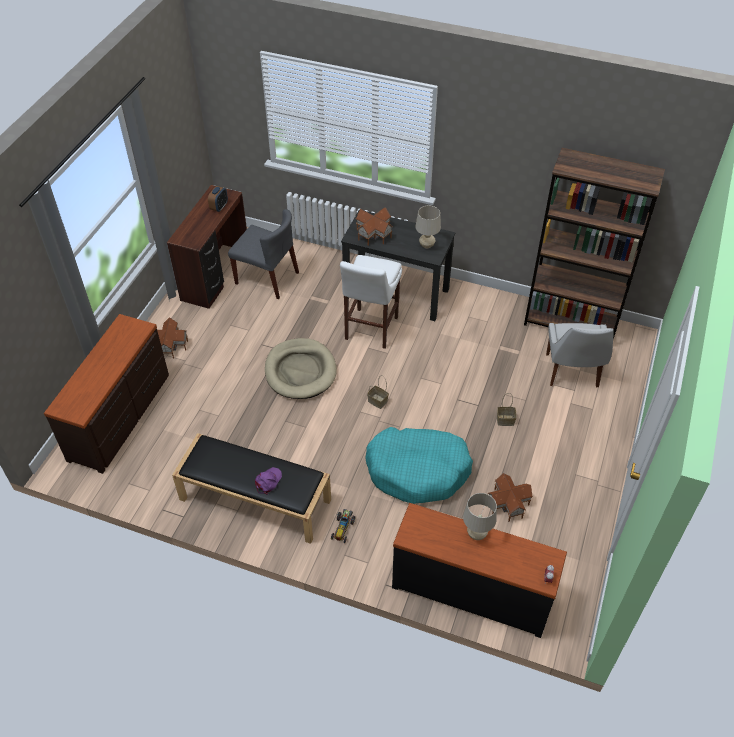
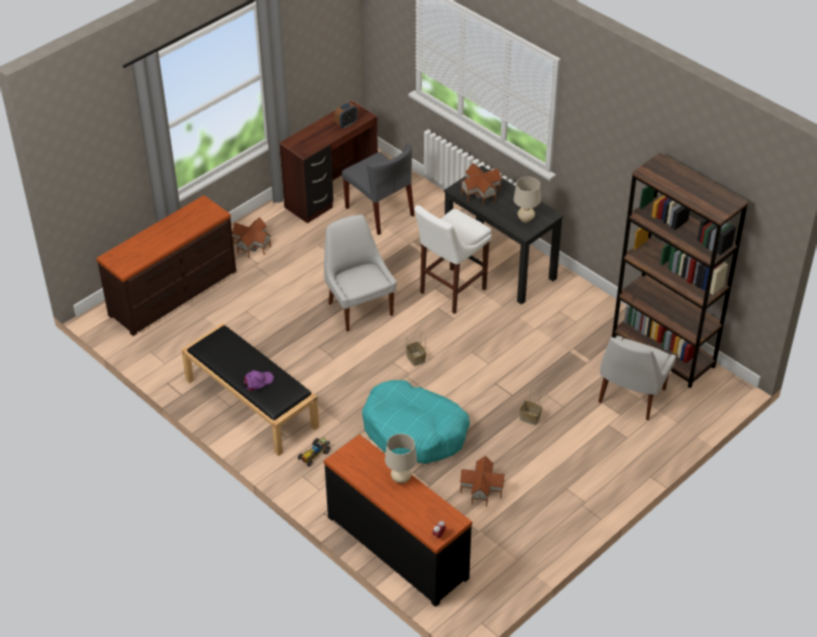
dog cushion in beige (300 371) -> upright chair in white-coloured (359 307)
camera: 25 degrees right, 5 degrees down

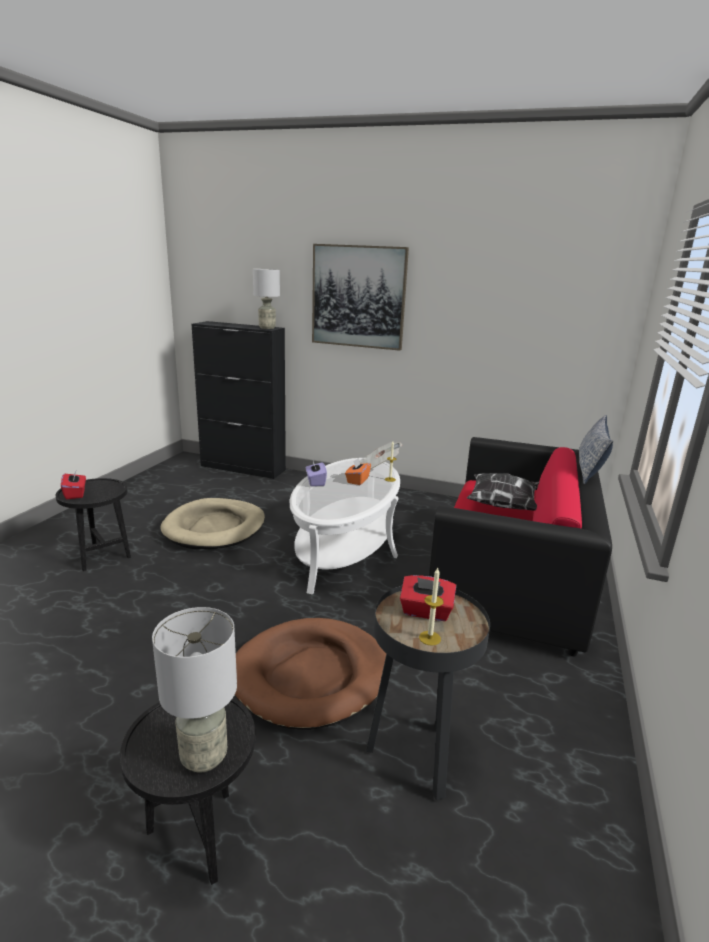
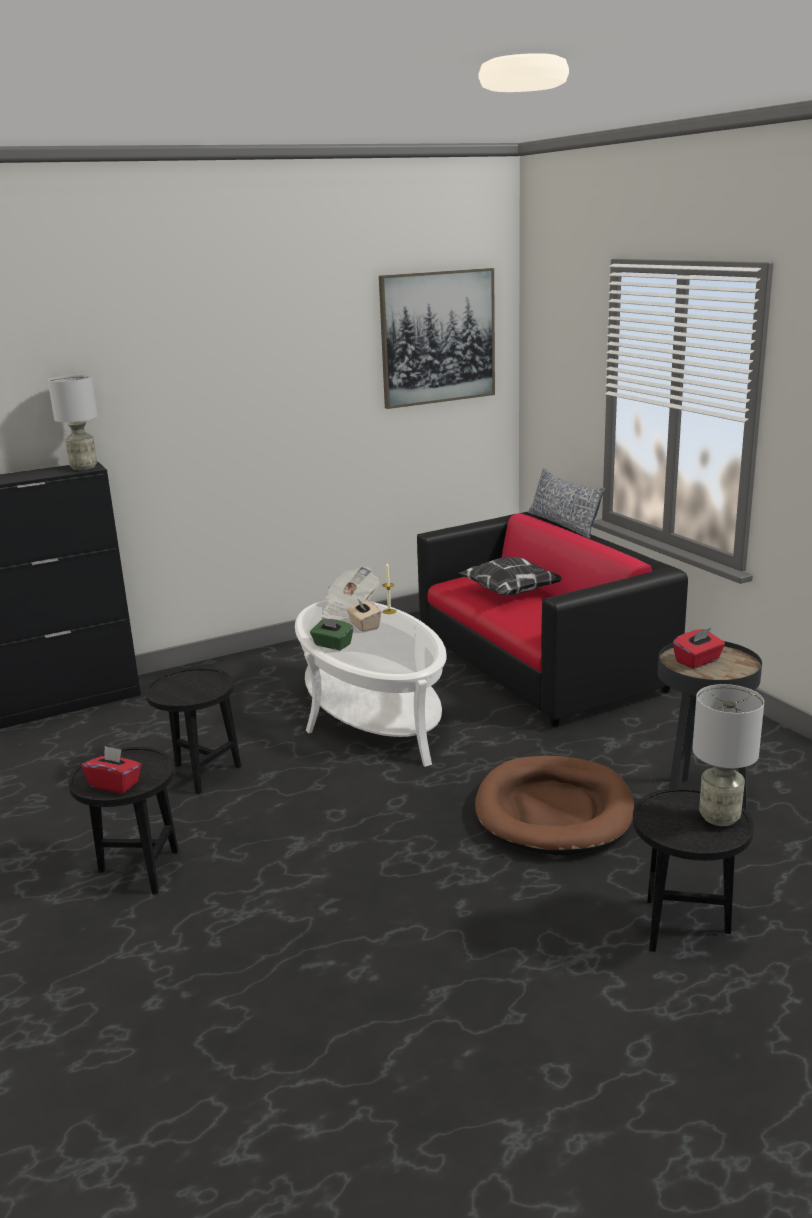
dog cushion in beige (215 528) -> accent table in black-coloured (201 773)
tissue holder in purple-coloured (315 482) -> tissue holder in green-coloured (332 645)
wall picture (358 297) -> wall picture (437 337), move
tissue holder in orange-coloured (357 480) -> tissue holder in beige (364 626)
candle (429 638) -> none
camera: 45 degrees left, 0 degrees up

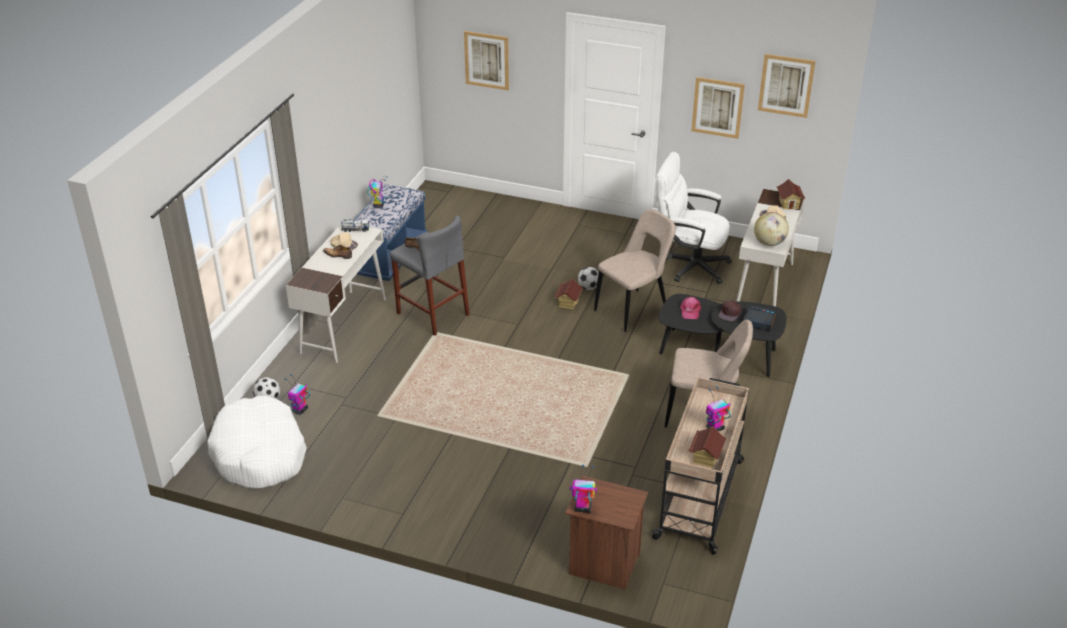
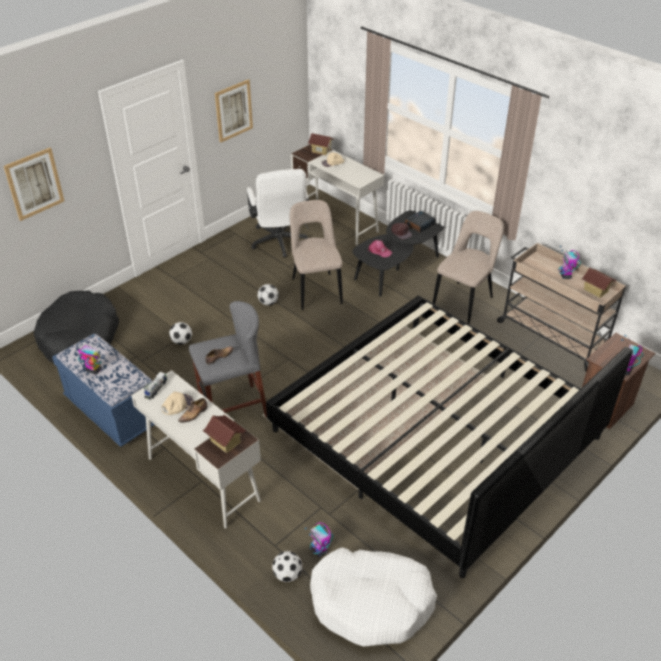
toy house (568 303) -> toy house (225 442), move
computer chair in white-coloured (688 265) -> computer chair in white-coloured (279 243), 60 degrees counterclockwise
globe (769 243) -> none
wall picture (786 85) -> none
none -> dog cushion in black-coloured (79 337)
none -> ball for football (182 341)
none -> bedroom bed (436 434)
camera: 65 degrees left, 5 degrees up

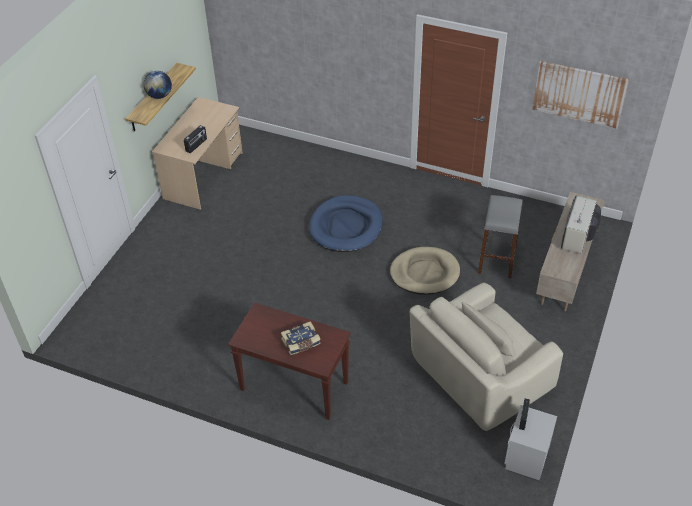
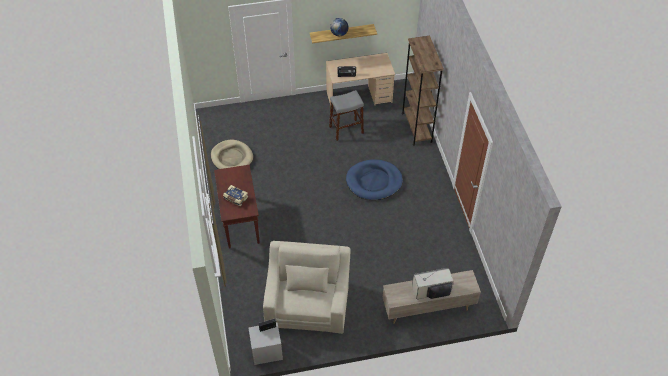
dog cushion in beige (424 273) -> dog cushion in beige (232 158), move
armchair in beige (479 376) -> armchair in beige (308 302), 75 degrees clockwise
stool seat in grey (497 259) -> stool seat in grey (346 130), move
wall picture (579 94) -> none
none -> bookshelf in brownish (417 127)
camera: 55 degrees right, 5 degrees up

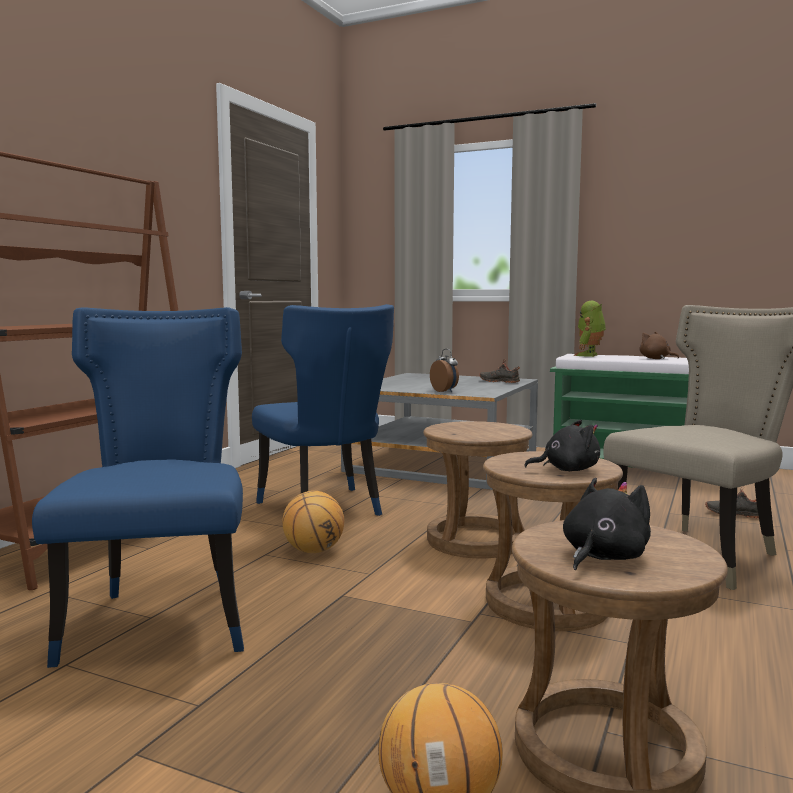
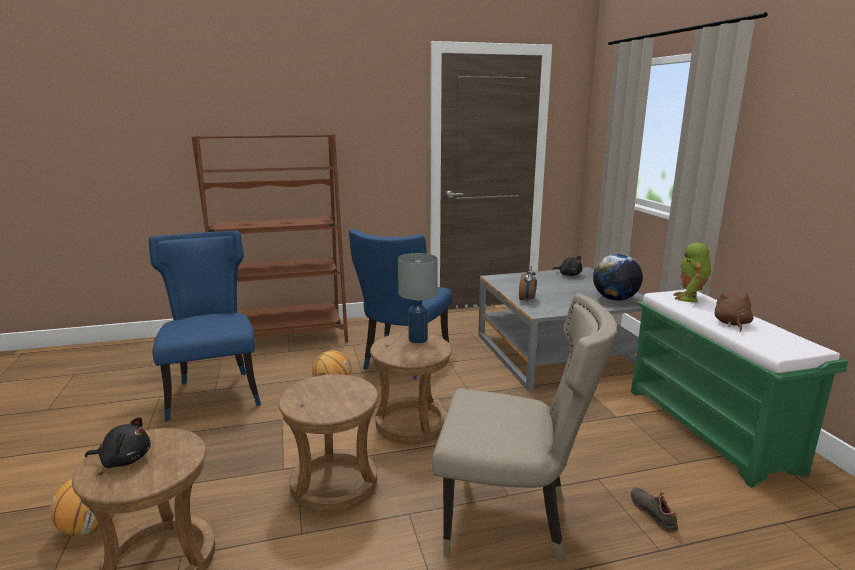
upright chair in blue-coloured (162 619) -> upright chair in blue-coloured (214 393), 60 degrees counterclockwise
low shoe in black-coloured (499 381) -> globe (615 299)
soft toy in black-coloured (567 470) -> soft toy in black-coloured (568 275), move
robot figure (589 355) -> robot figure (690 298), 60 degrees counterclockwise
none -> table lamp in grey (418 339)
camera: 50 degrees right, 10 degrees up

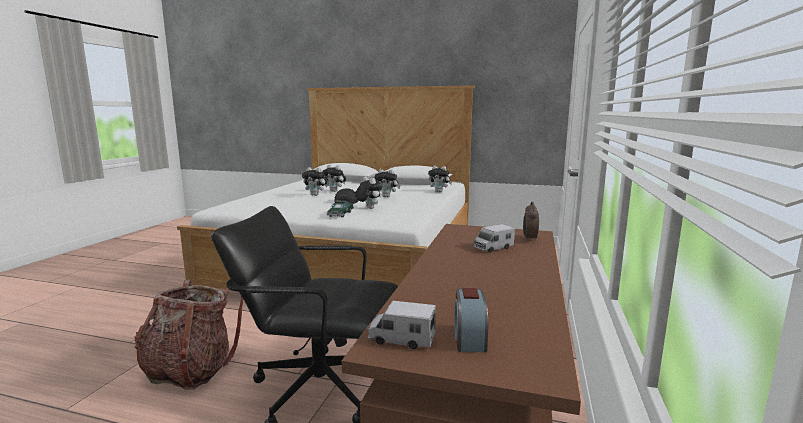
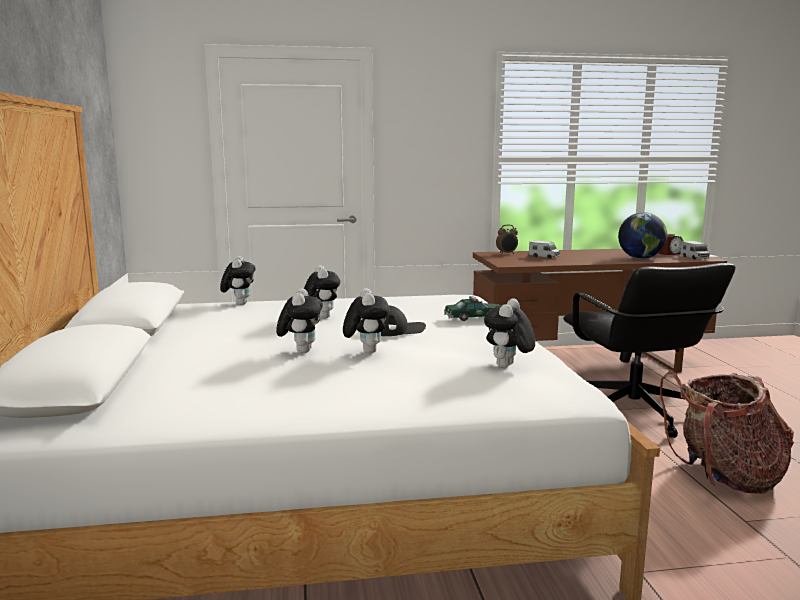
soft toy (368 208) -> soft toy (508 367), move
none -> globe (640 258)
camera: 115 degrees left, 0 degrees up

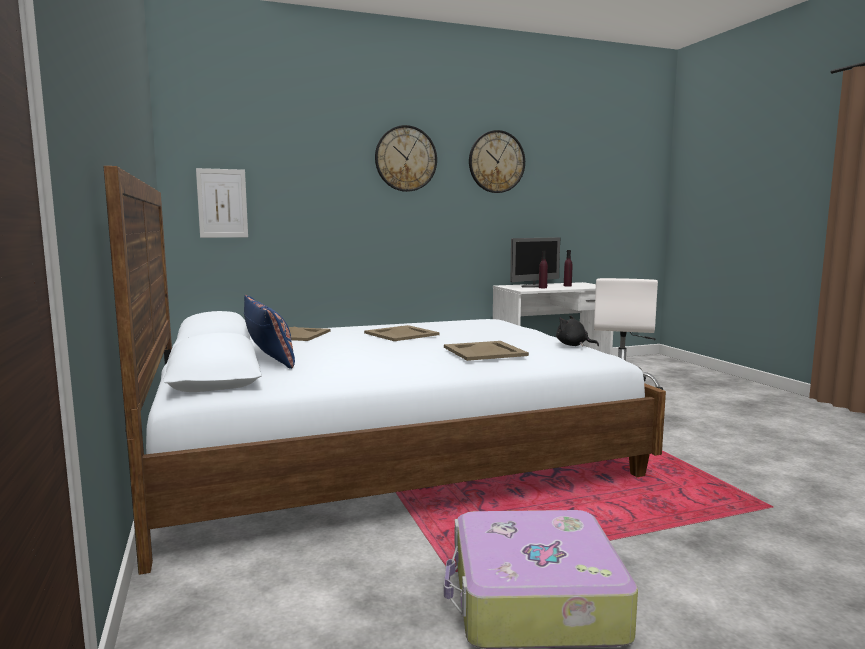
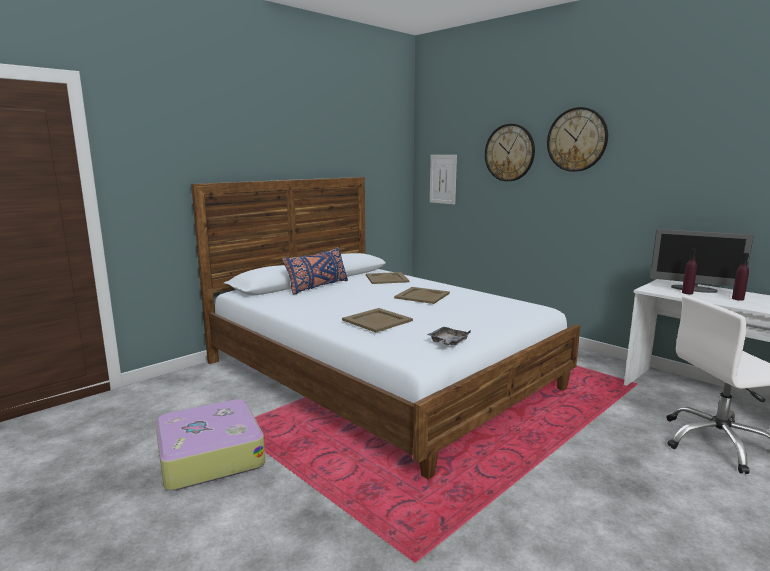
clock on the wall (496 162) -> clock on the wall (509 152), move
soft toy in black-coloured (573 345) -> serving tray in grey (448 342)
camera: 65 degrees right, 5 degrees up

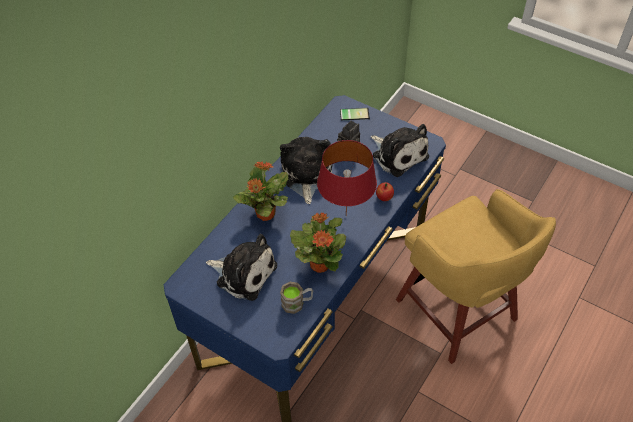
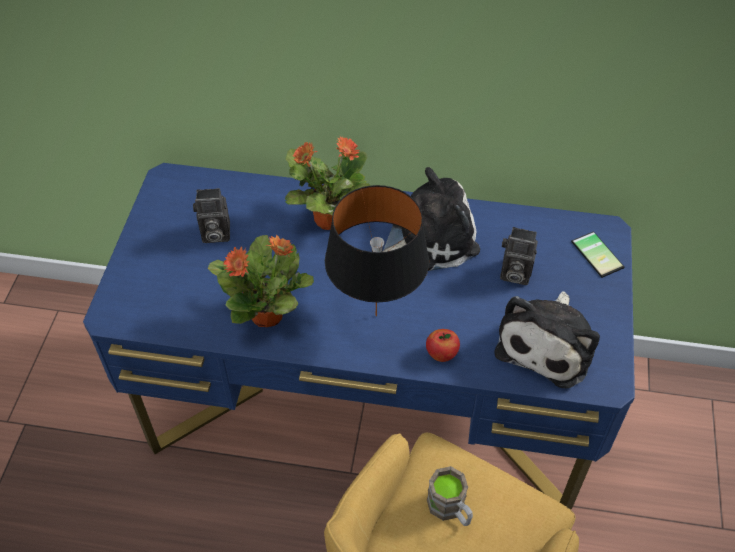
soft toy (243 273) -> still camera (214 234)
tea mug in brownish (297 303) -> tea mug in brownish (450 509), move
table lamp in reddish (345 215) -> table lamp in black-coloured (377 314)
camera: 65 degrees right, 0 degrees up

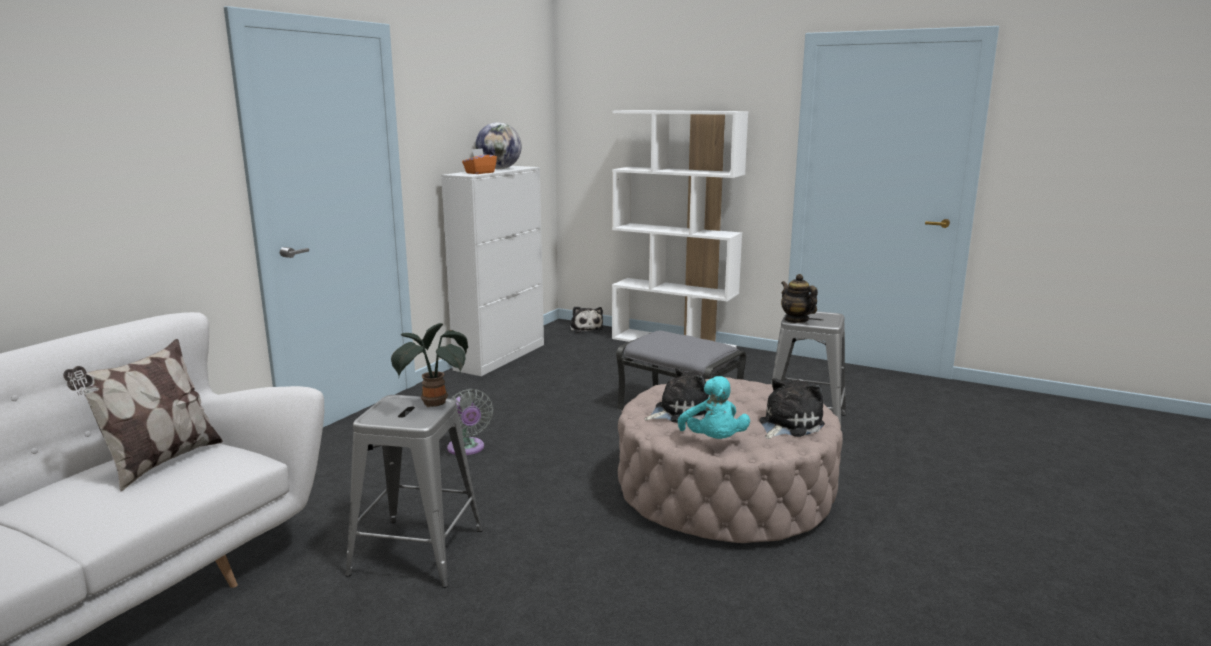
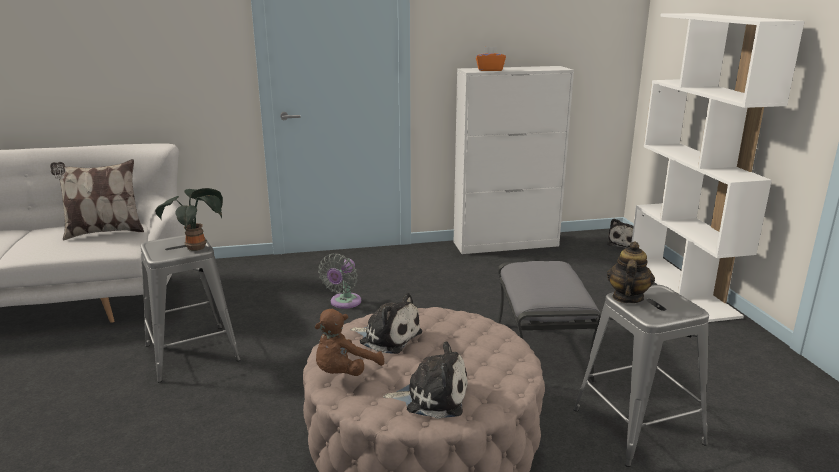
globe (499 169) -> none
soft toy in turquoise-coloured (713 441) -> soft toy in brownish (344 373)
camera: 50 degrees right, 5 degrees up

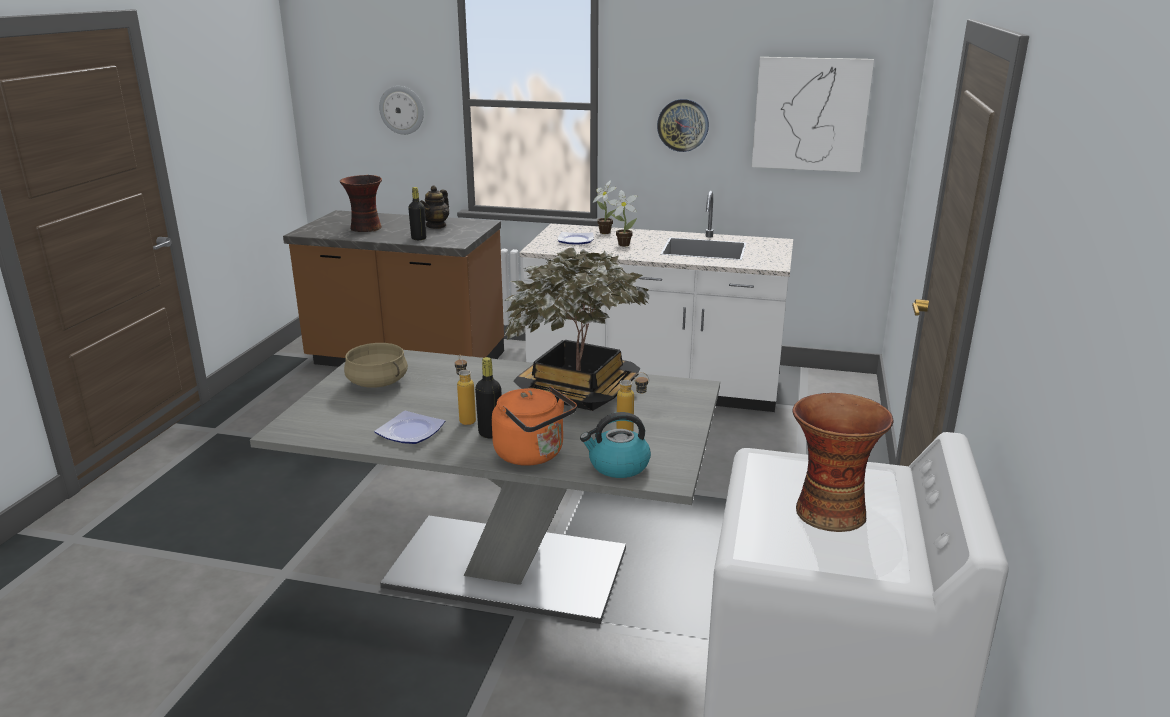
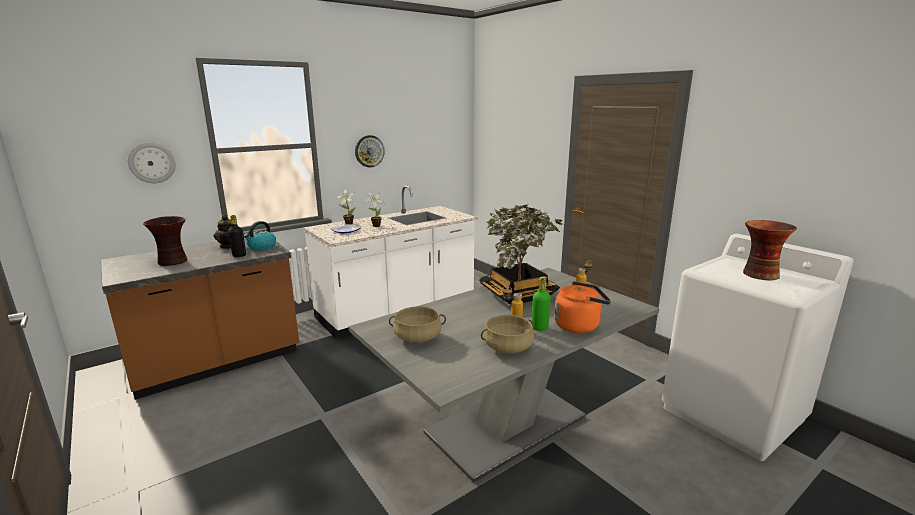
dinner plate (412 432) -> cooking pot in beige (508 347)
bottle in black-coloured (490 433) -> bottle in green-coloured (539 328)
tea kettle (618 466) -> tea kettle (261 247), move
wall picture (810 114) -> none
camera: 50 degrees left, 5 degrees down

